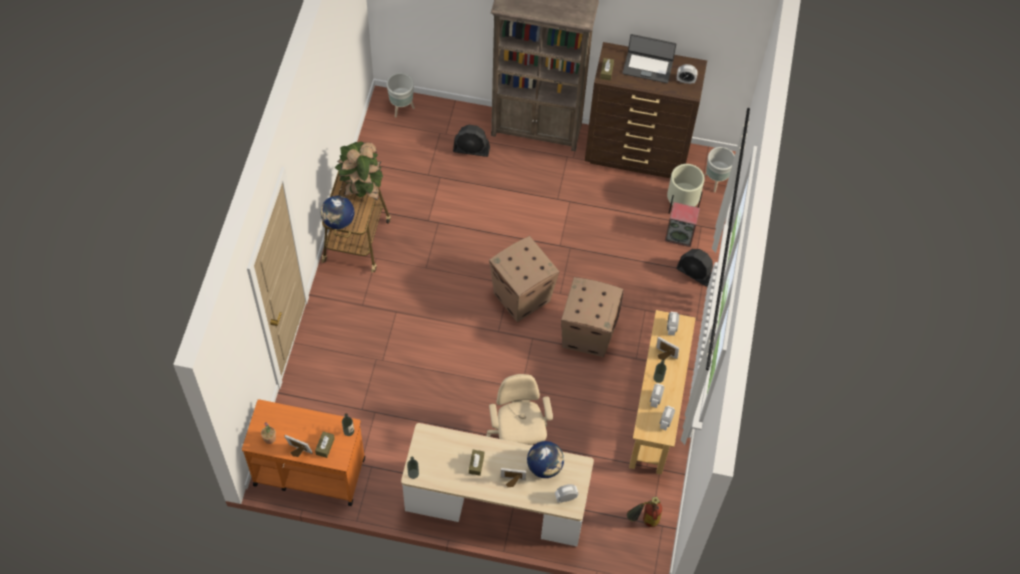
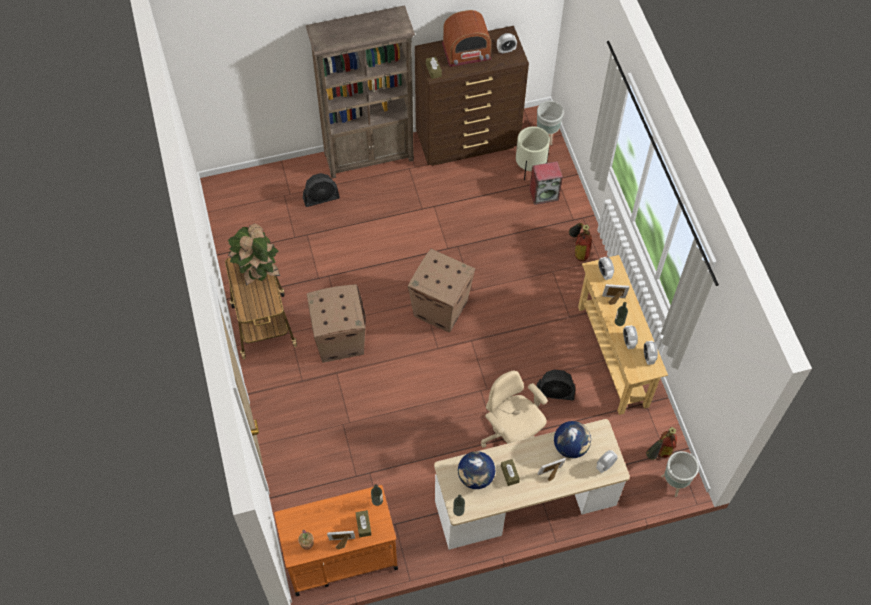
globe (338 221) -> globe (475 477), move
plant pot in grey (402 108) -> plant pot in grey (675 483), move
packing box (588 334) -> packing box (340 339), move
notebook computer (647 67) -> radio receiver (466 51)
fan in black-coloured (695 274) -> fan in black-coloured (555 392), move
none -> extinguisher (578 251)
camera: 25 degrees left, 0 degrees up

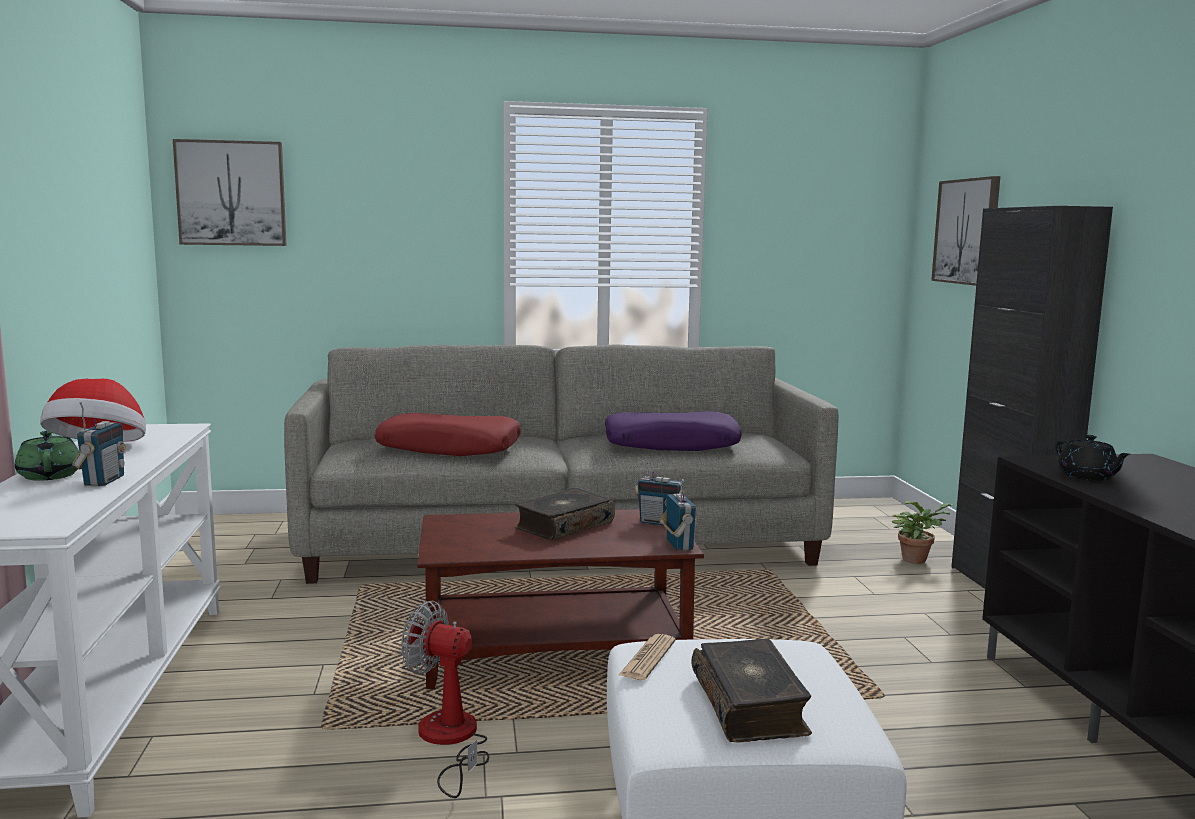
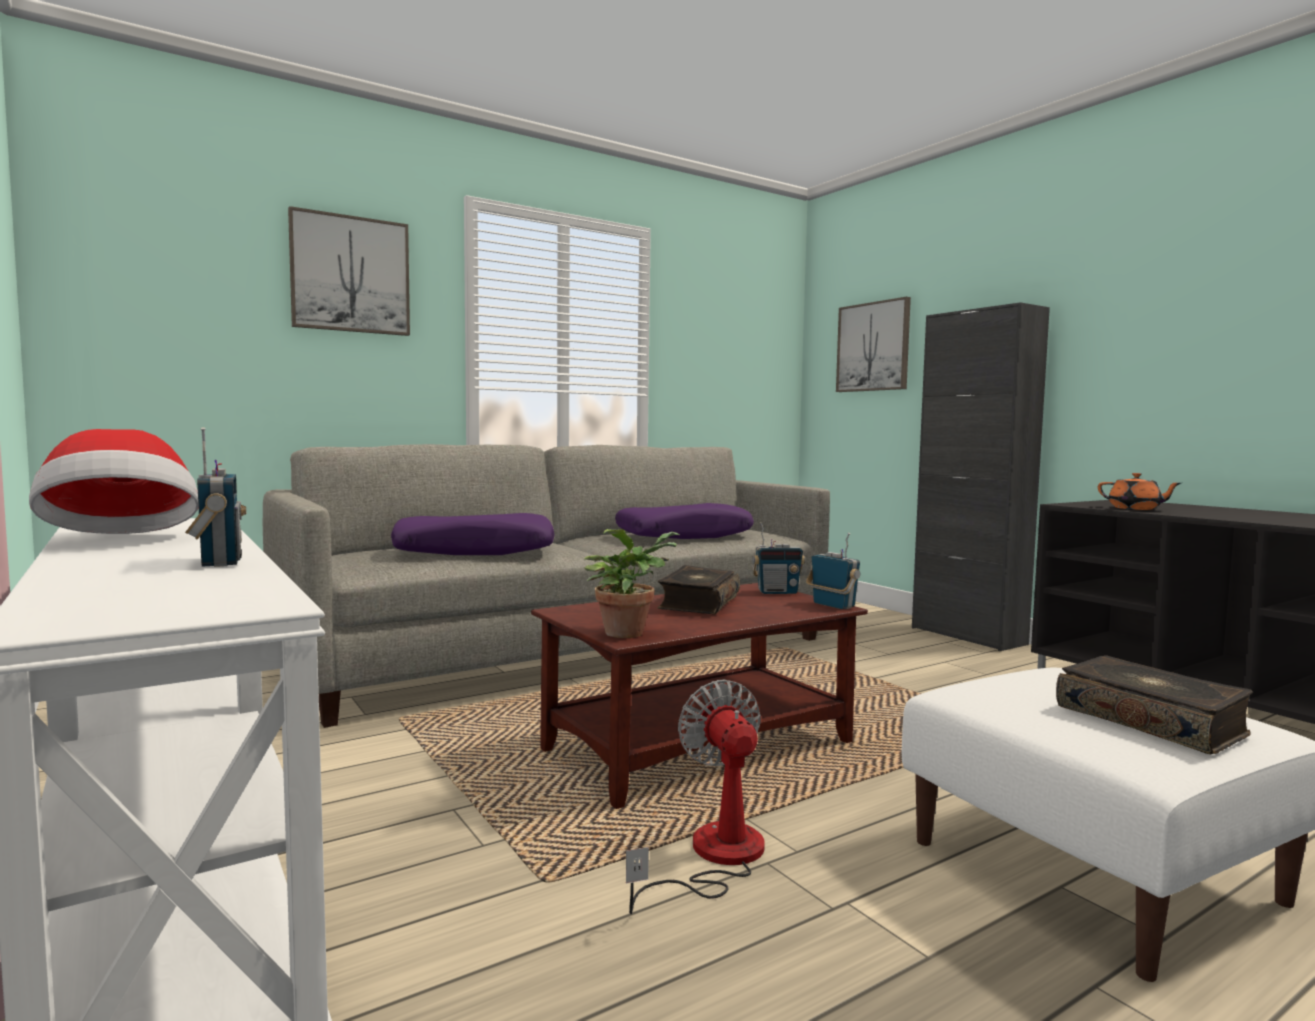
pot for tea in green-coloured (50 475) -> none
wall picture (231 193) -> wall picture (350 274), move
throw pillow in reddish (449 448) -> throw pillow in purple-coloured (475 551)
fan (450 741) -> fan (713 858), 75 degrees clockwise
newspaper (647 658) -> none
plant in a pot (916 559) -> plant in a pot (627 632), move
pot for tea in black-coloured (1087 477) -> pot for tea in orange-coloured (1135 509)
camera: 25 degrees left, 5 degrees down

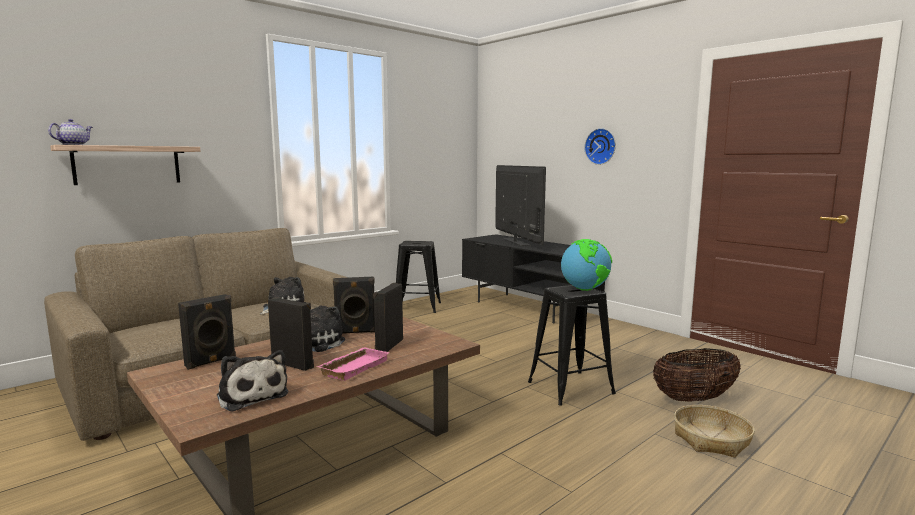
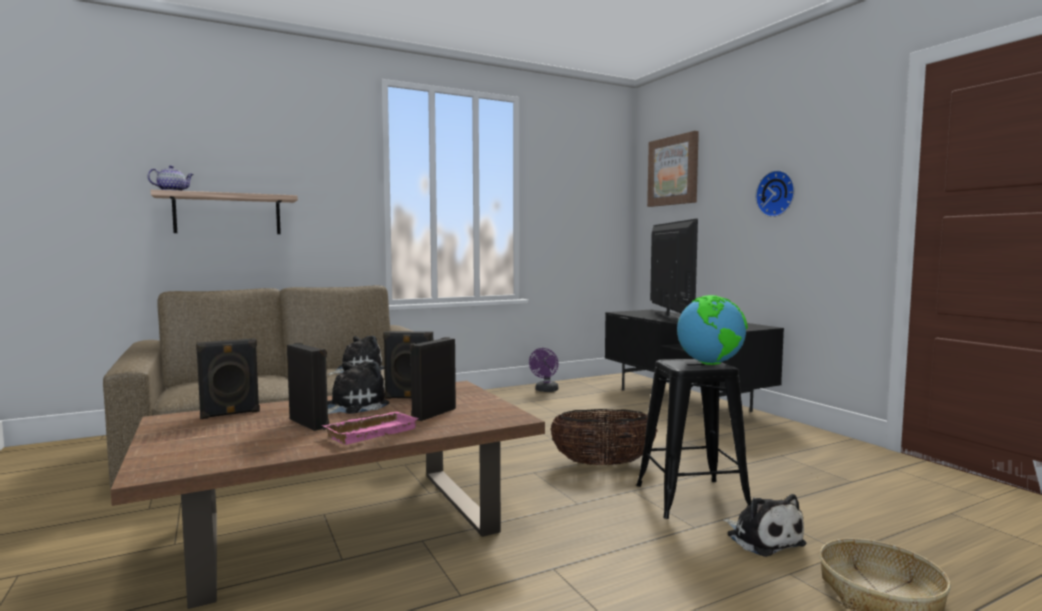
soft toy (251 395) -> soft toy (762 538), move
stool seat in black-coloured (417 307) -> fan in purple-coloured (545 390)
basket (694 399) -> basket (603 464), move
none -> wall picture (673 171)
camera: 15 degrees right, 5 degrees down

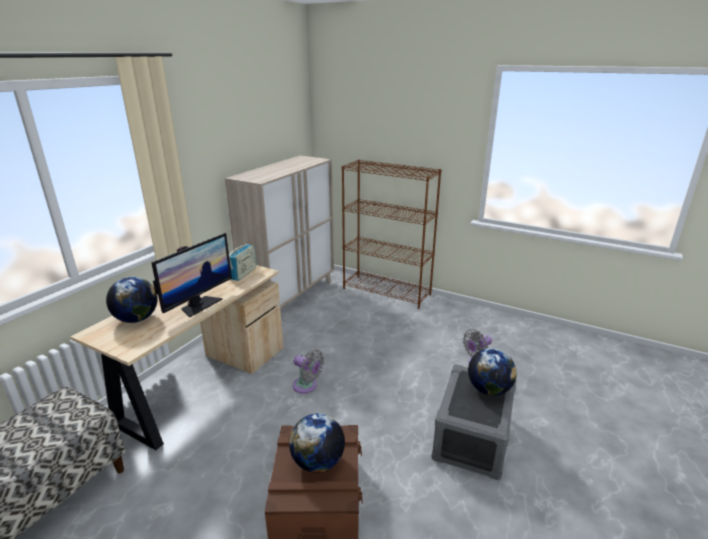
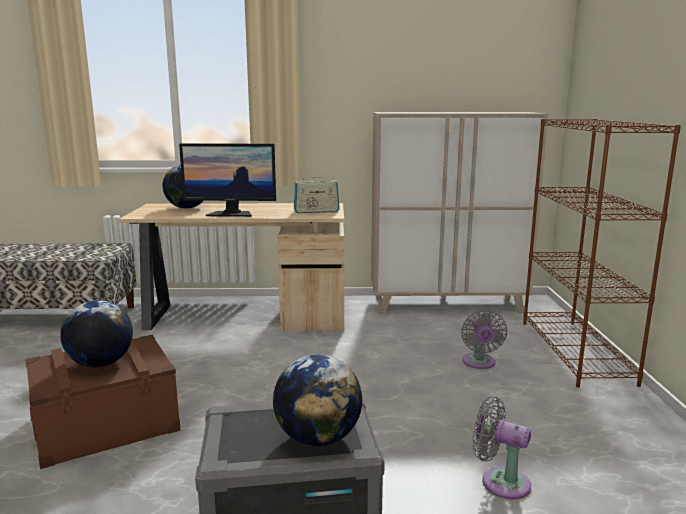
fan in grey (307 386) -> fan in grey (479 363), move
camera: 60 degrees right, 10 degrees down

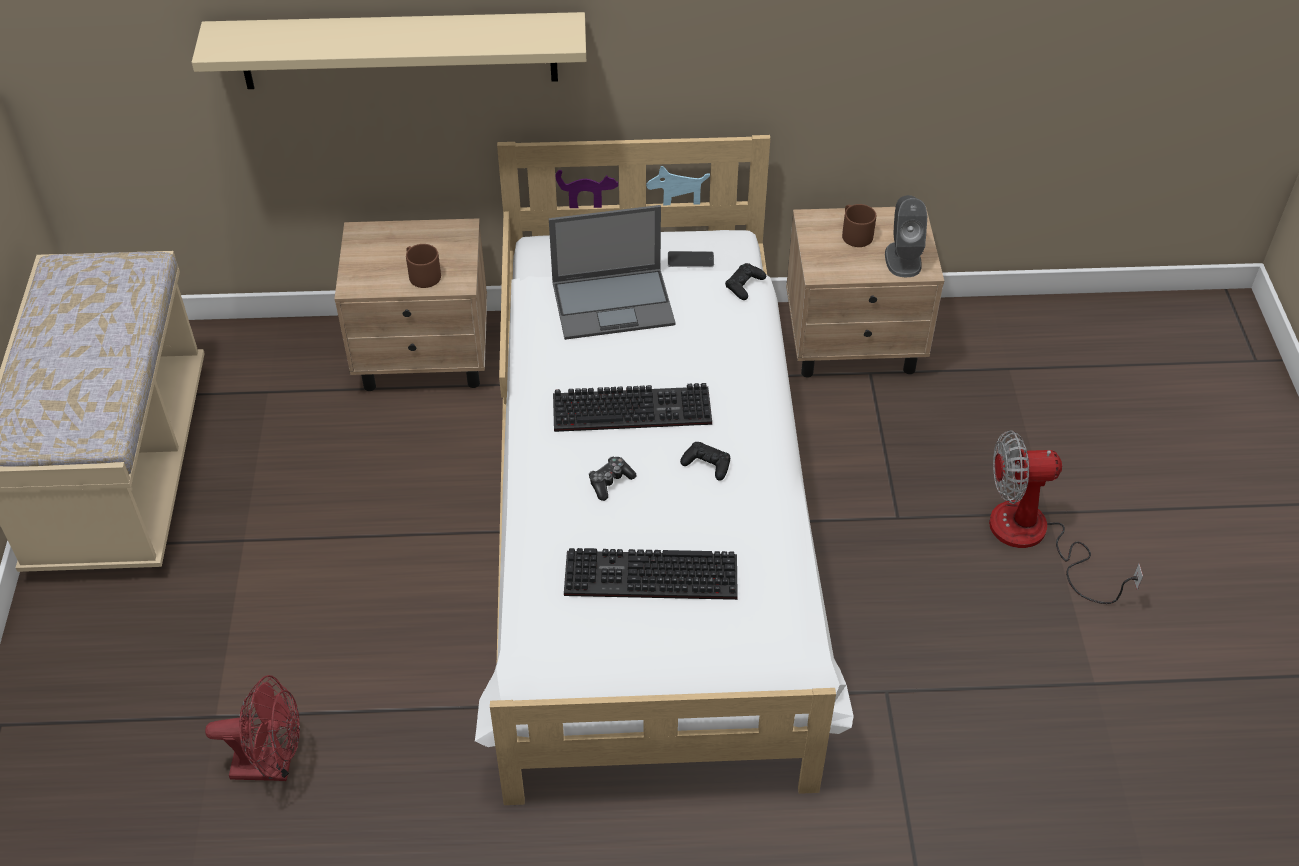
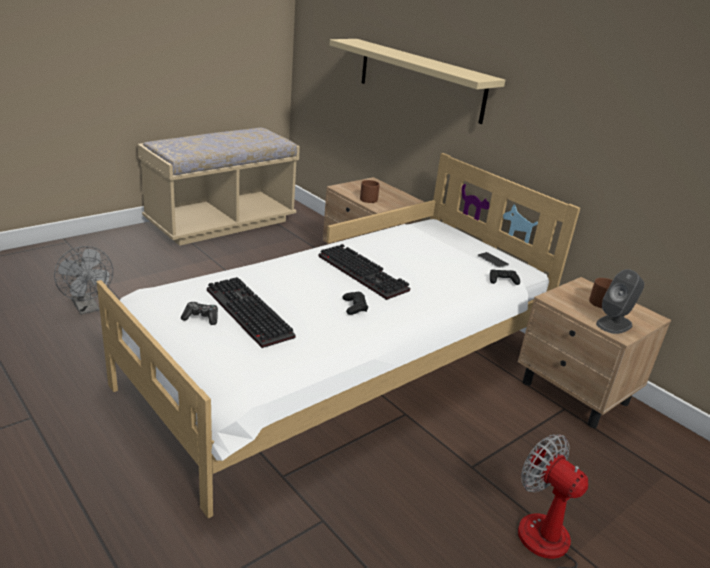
fan in reddish (272 765) -> fan in grey (87 308)
notebook computer (614 303) -> none
game controller (610 482) -> game controller (201 318), move
camera: 50 degrees right, 20 degrees down

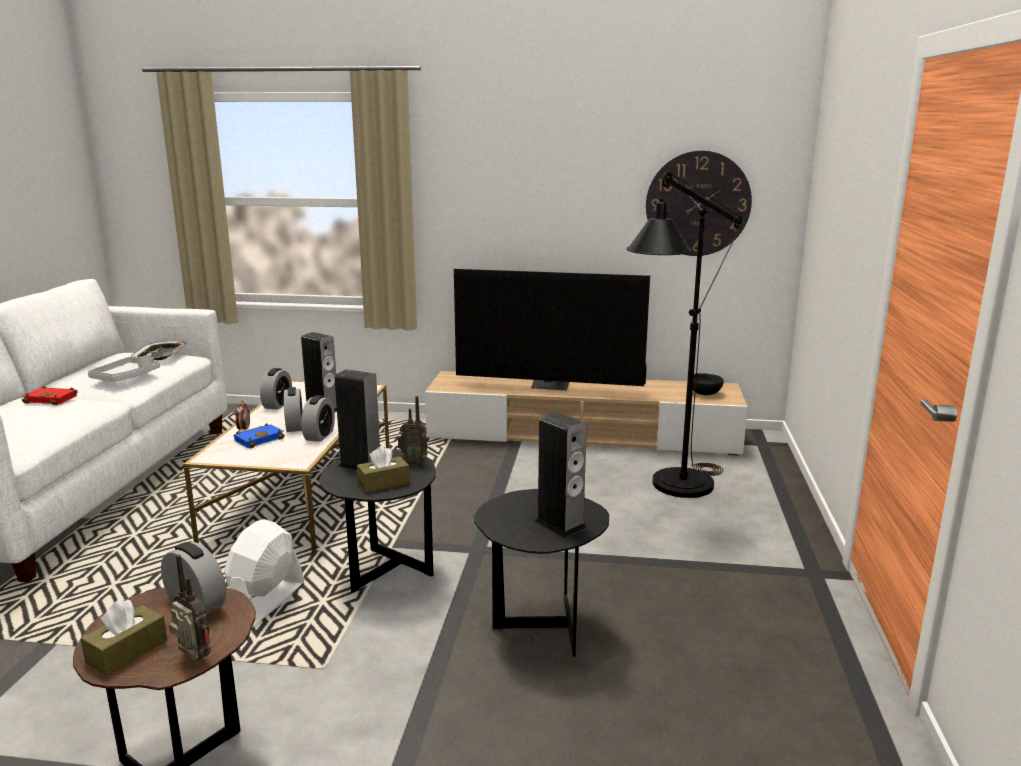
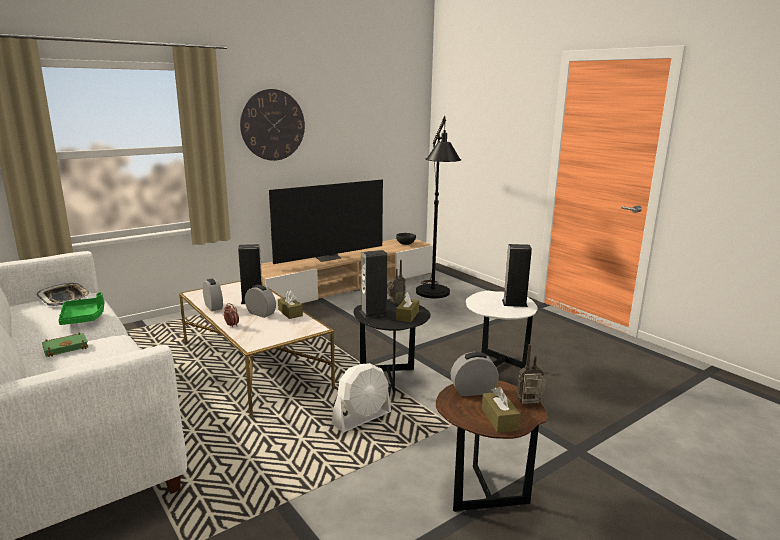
bound book in reddish (53 399) -> bound book in green-coloured (67 347)
serving tray in grey (126 377) -> serving tray in green-coloured (84 317)
fan in white-coloured (266 603) -> fan in white-coloured (362 418), 105 degrees counterclockwise
bound book in blue-coloured (259 439) -> none
bedside clock (319 435) -> tissue holder in brownish (290 313)
accent table in black-coloured (540 629) -> accent table in white-coloured (496 367)
clock on the wall (698 204) -> clock on the wall (273 125), move
camera: 45 degrees left, 0 degrees up

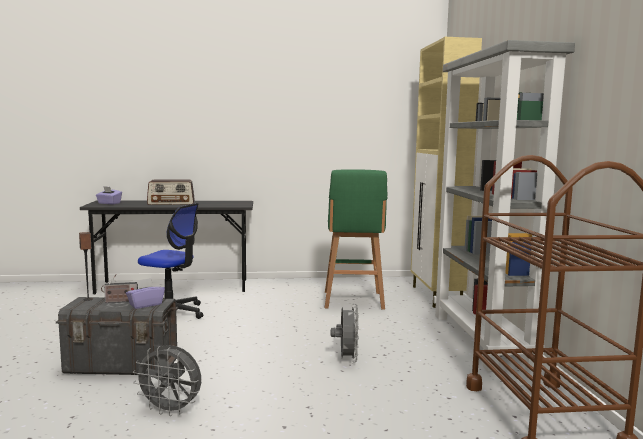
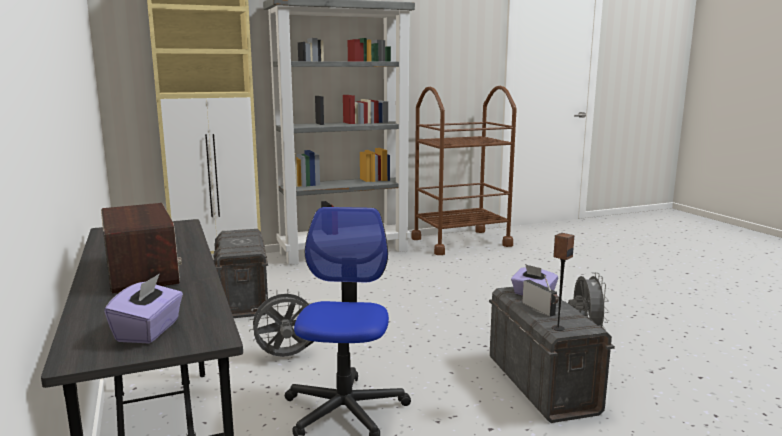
stool seat in green-coloured (353 301) -> storage bin in grey (243 299)
fan in grey (346 359) -> fan in grey (286 357), move
camera: 105 degrees left, 5 degrees up

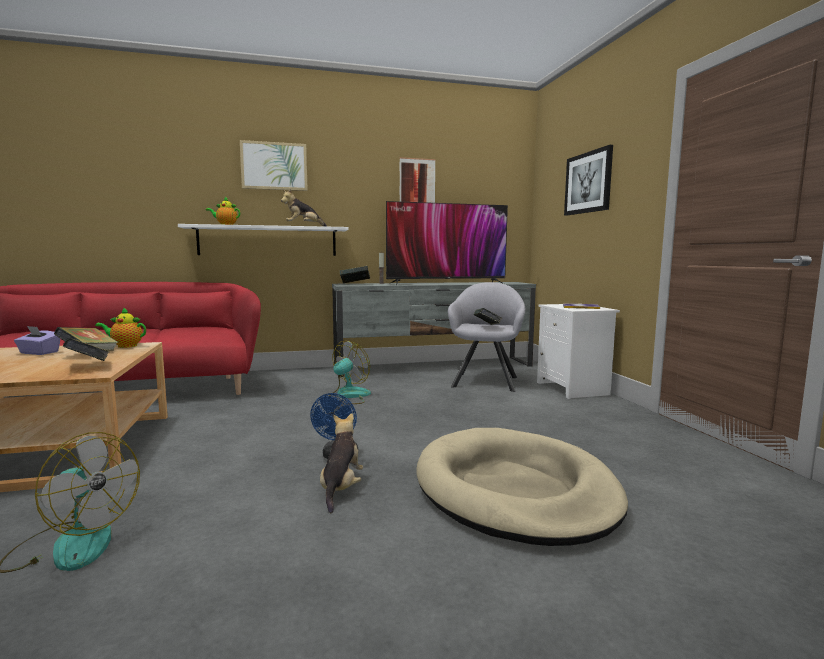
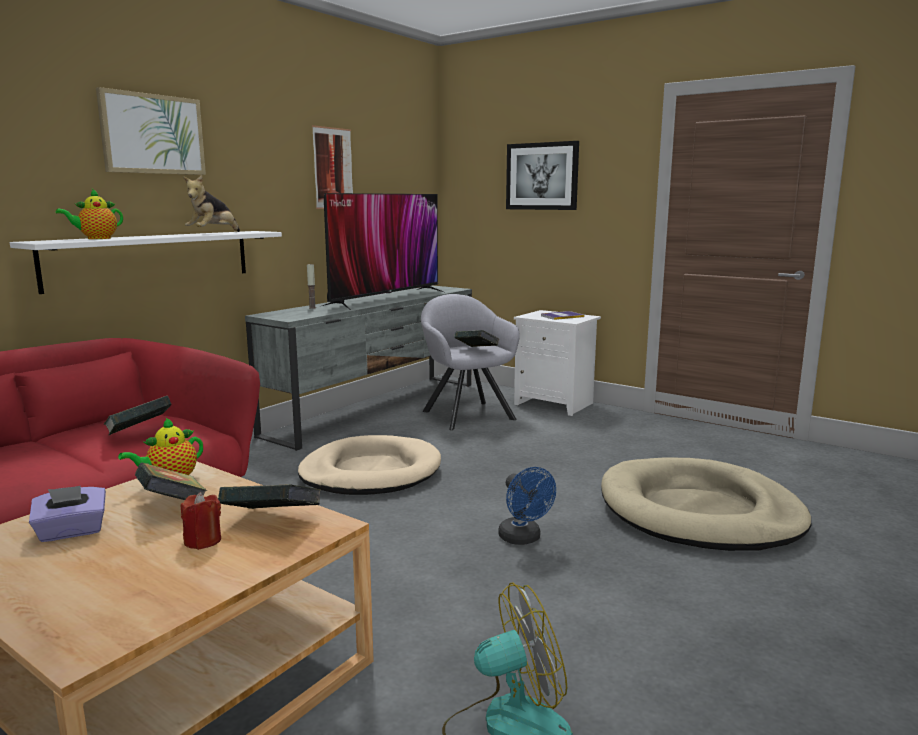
soft toy (341 488) -> none
fan (347 396) -> dog cushion in beige (370 472)
bound book (355 284) -> bound book (139 433), move
none -> candle in reddish (203 541)
camera: 40 degrees left, 5 degrees up

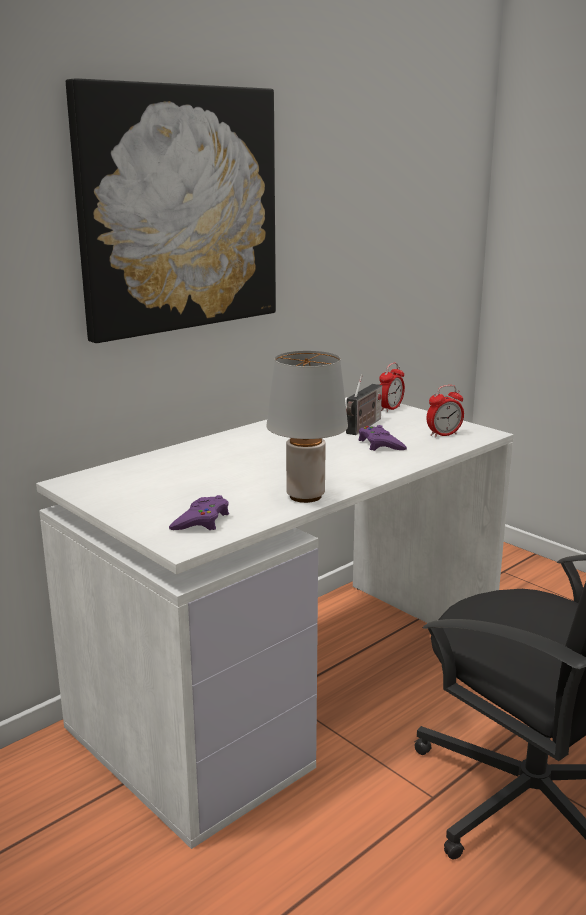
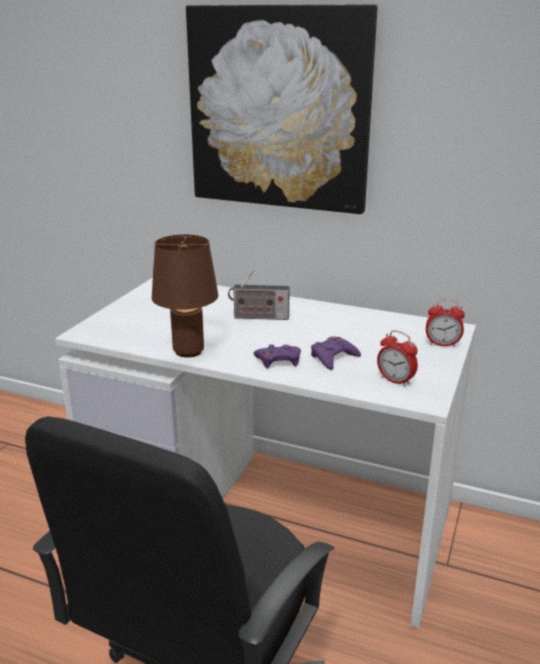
game controller in purple-coloured (201 521) -> game controller in purple-coloured (278 361), move
table lamp in grey (306 496) -> table lamp in brownish (189 351)
radio receiver (363 427) -> radio receiver (258 317), move
camera: 65 degrees right, 5 degrees up

